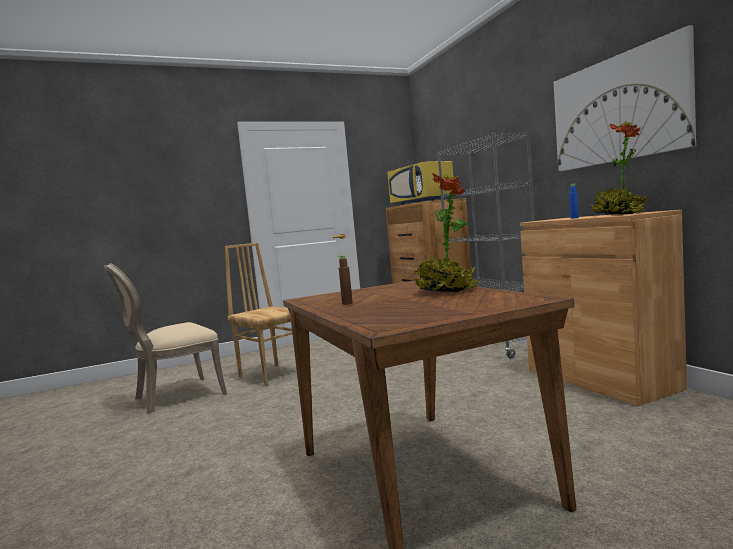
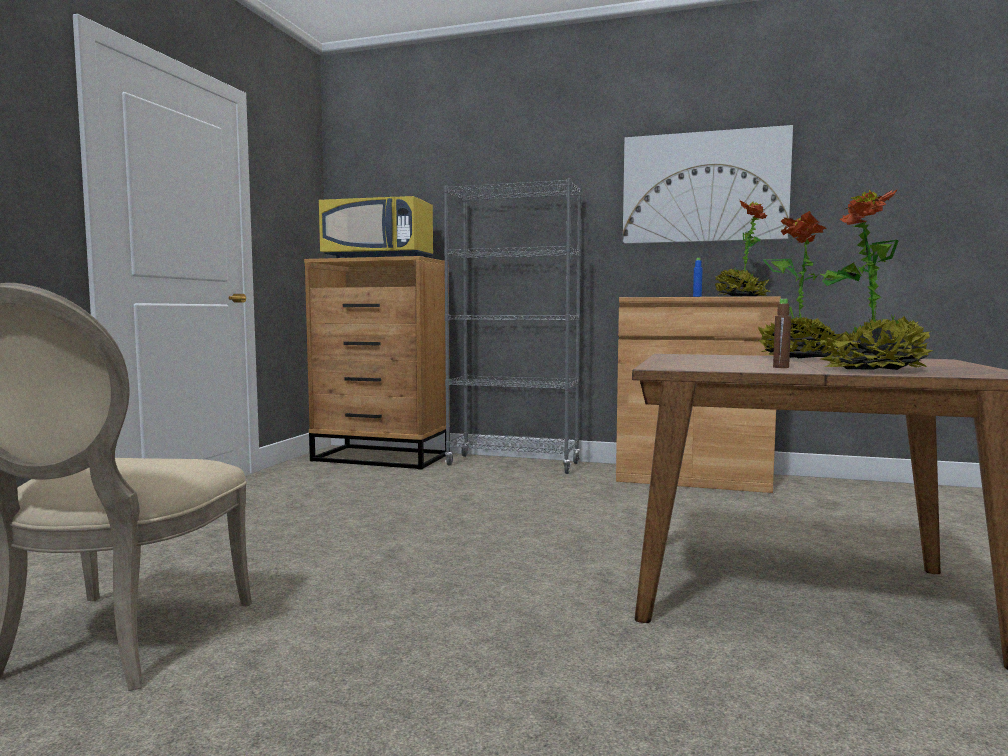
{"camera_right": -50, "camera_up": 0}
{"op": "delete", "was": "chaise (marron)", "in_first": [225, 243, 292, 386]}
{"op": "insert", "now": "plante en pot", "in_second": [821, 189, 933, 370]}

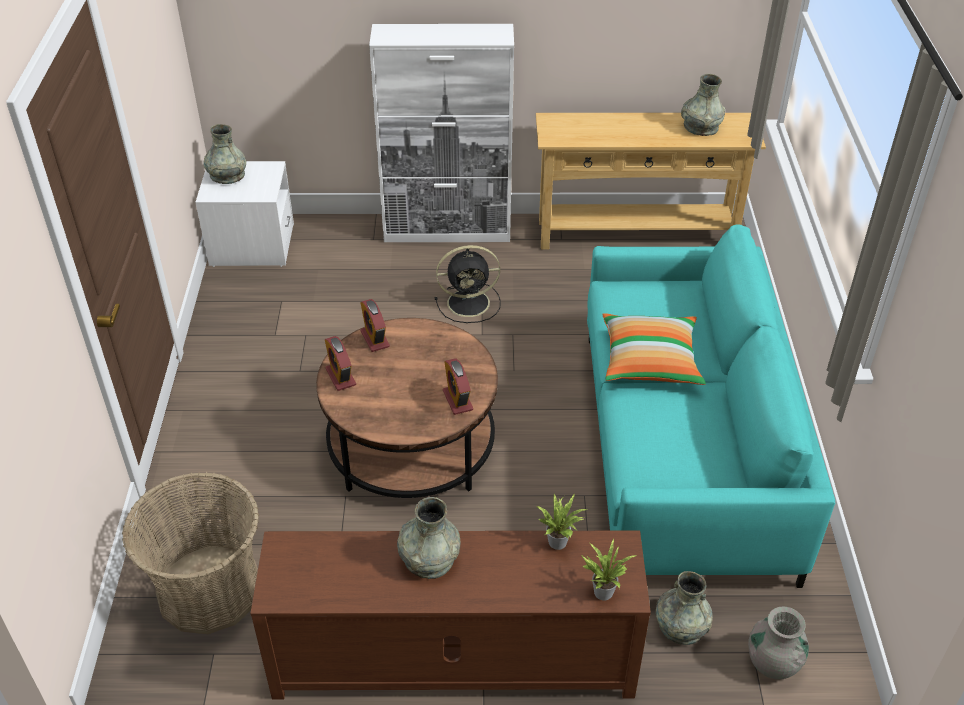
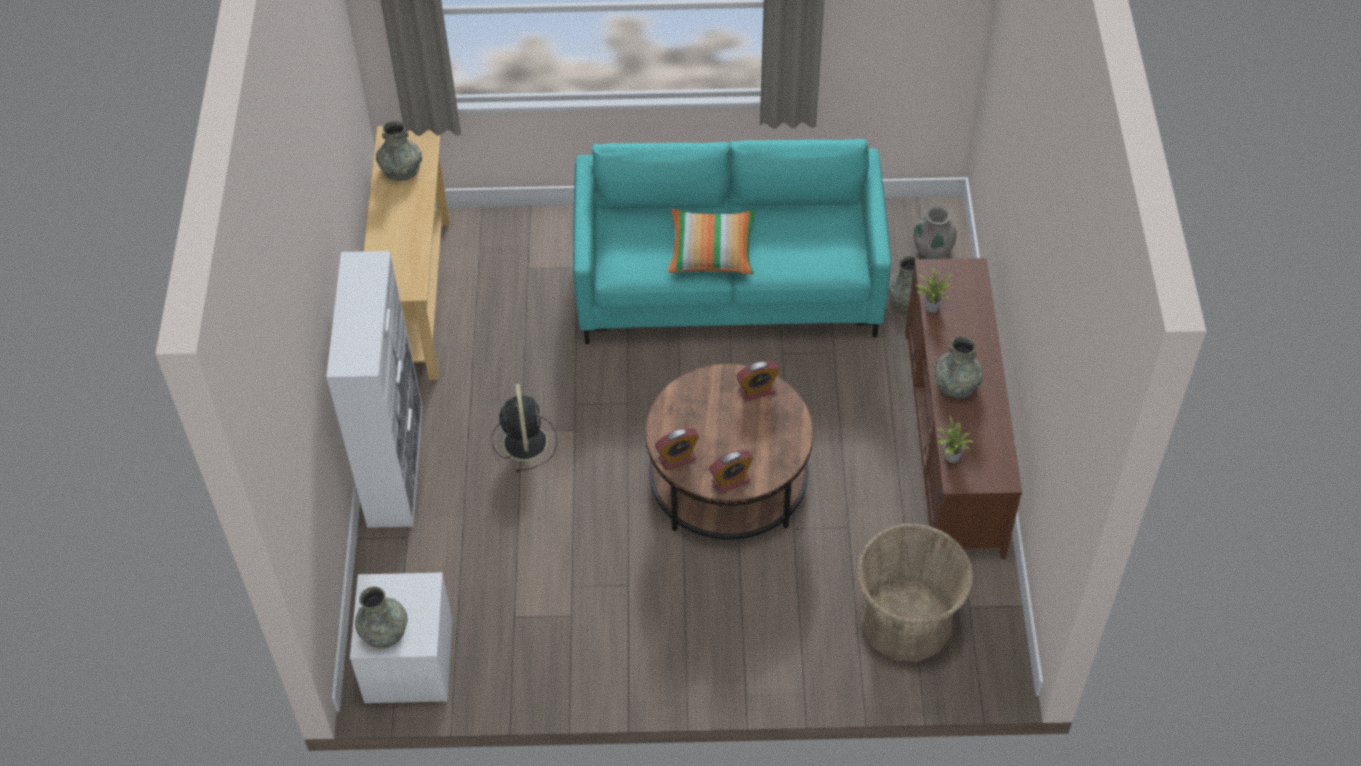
{"camera_right": -90, "camera_up": 10}
{"op": "move", "was": "plante en pot", "in_first": [581, 539, 637, 601], "in_second": [935, 414, 973, 463]}

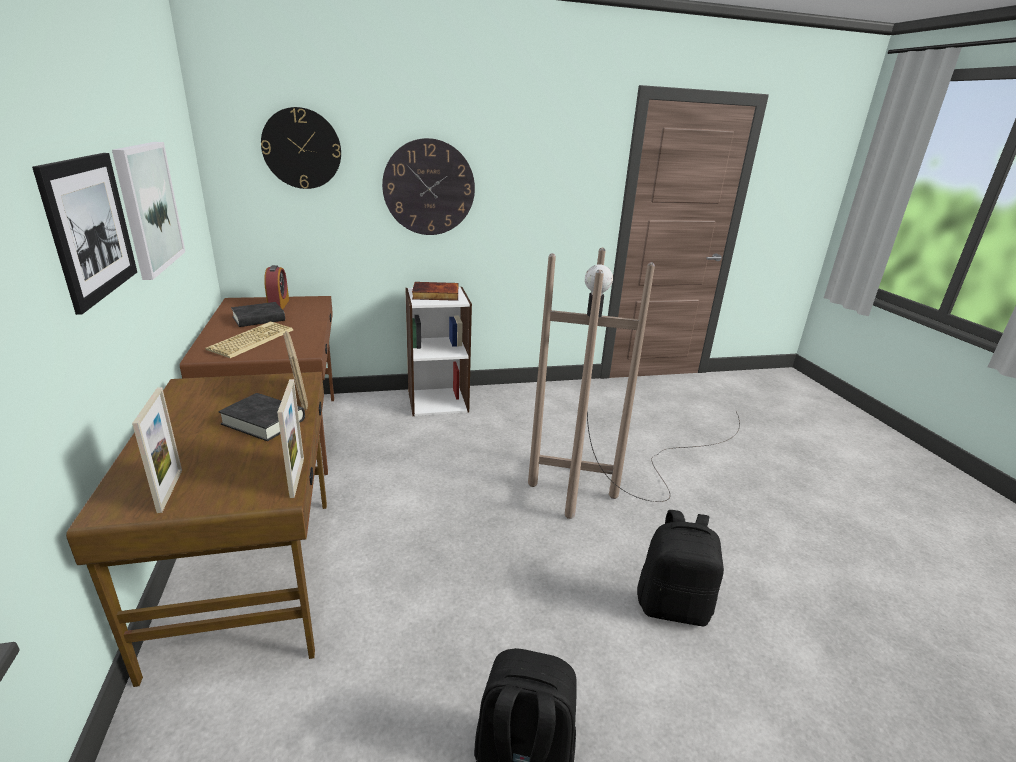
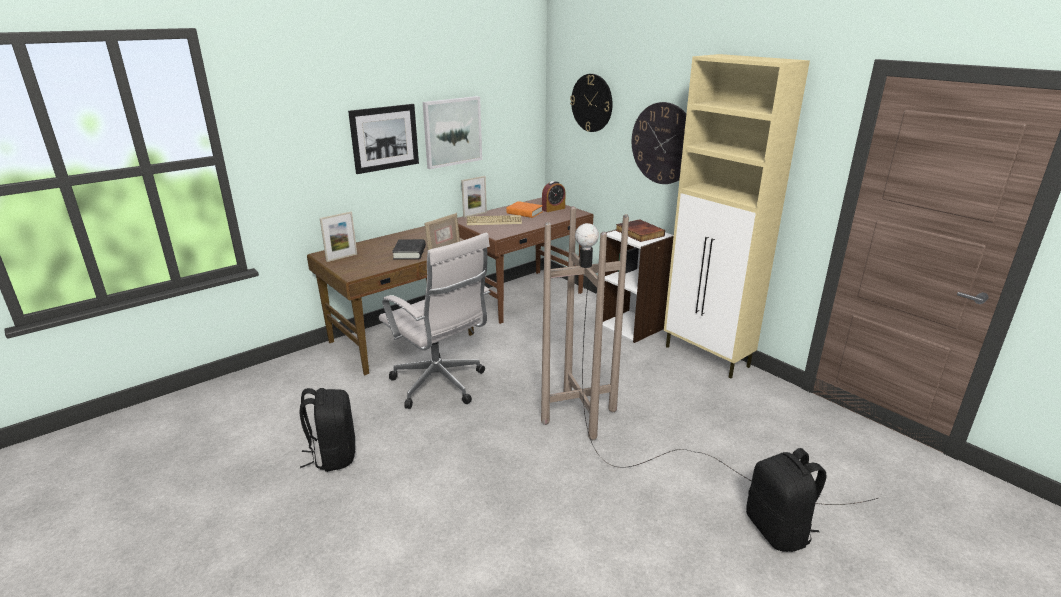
{"camera_right": 65, "camera_up": 0}
{"op": "recolor", "was": "livre (noir)", "now": "livre (orange)", "in_first": [231, 302, 285, 327], "in_second": [506, 201, 543, 218]}
{"op": "move", "was": "cadre photo", "in_first": [277, 379, 304, 498], "in_second": [461, 176, 487, 218]}
{"op": "move", "was": "sac à dos (noir)", "in_first": [637, 510, 724, 626], "in_second": [746, 448, 826, 552]}
{"op": "insert", "now": "chaise de bureau (blanc)", "in_second": [379, 233, 490, 409]}
{"op": "insert", "now": "meuble de rangement (beige)", "in_second": [664, 54, 810, 379]}

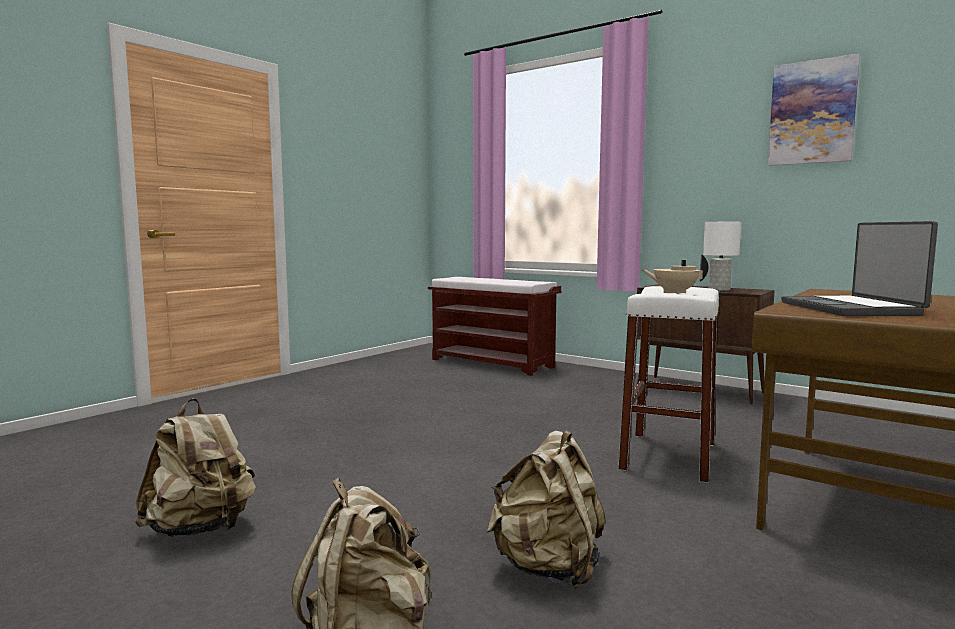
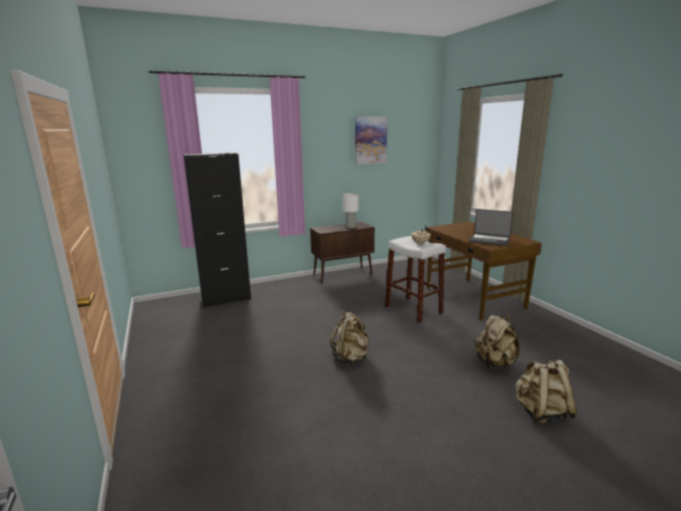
{"camera_right": -60, "camera_up": 10}
{"op": "move", "was": "sac à dos (beige)", "in_first": [135, 398, 256, 537], "in_second": [330, 310, 369, 366]}
{"op": "replace", "was": "banc (marron)", "now": "meuble de rangement (noir)", "in_first": [428, 277, 562, 376], "in_second": [183, 153, 251, 308]}

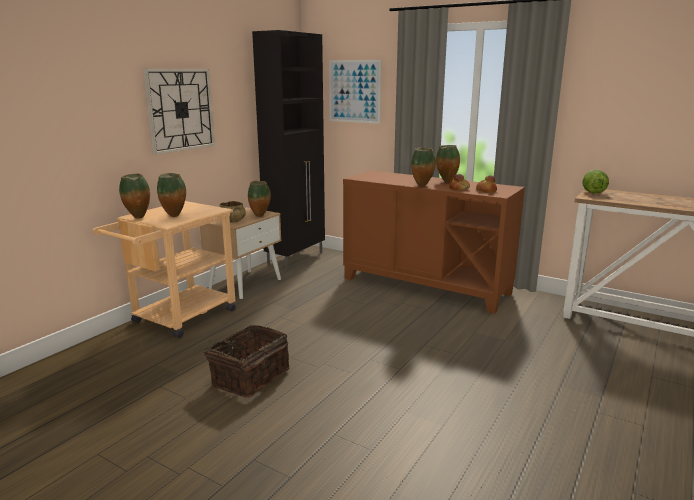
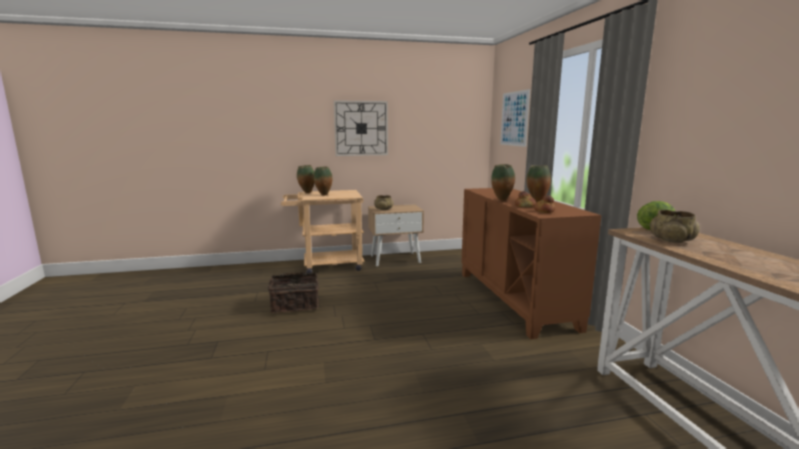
{"camera_right": 45, "camera_up": -5}
{"op": "delete", "was": "vase", "in_first": [248, 181, 271, 217]}
{"op": "delete", "was": "meuble de rangement (noir)", "in_first": [252, 30, 325, 270]}
{"op": "insert", "now": "bol (beige)", "in_second": [650, 210, 700, 243]}

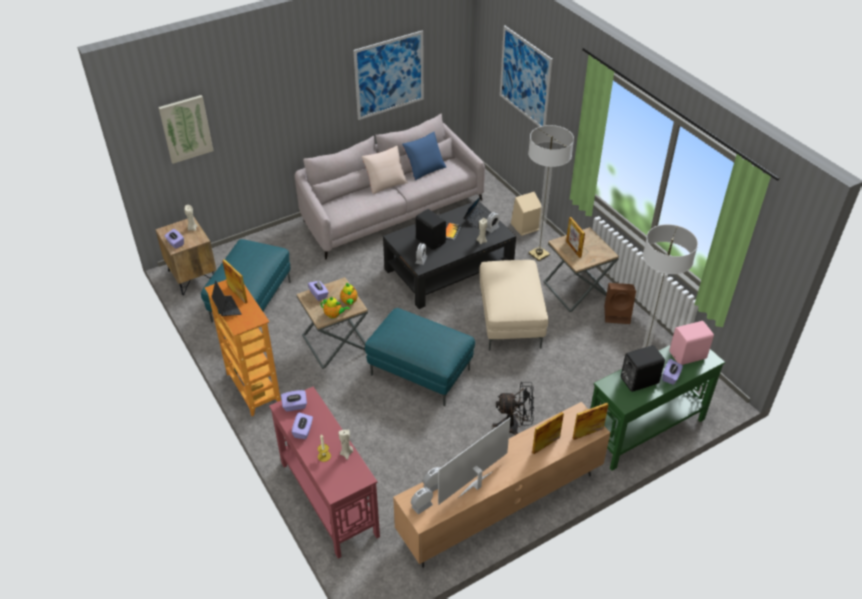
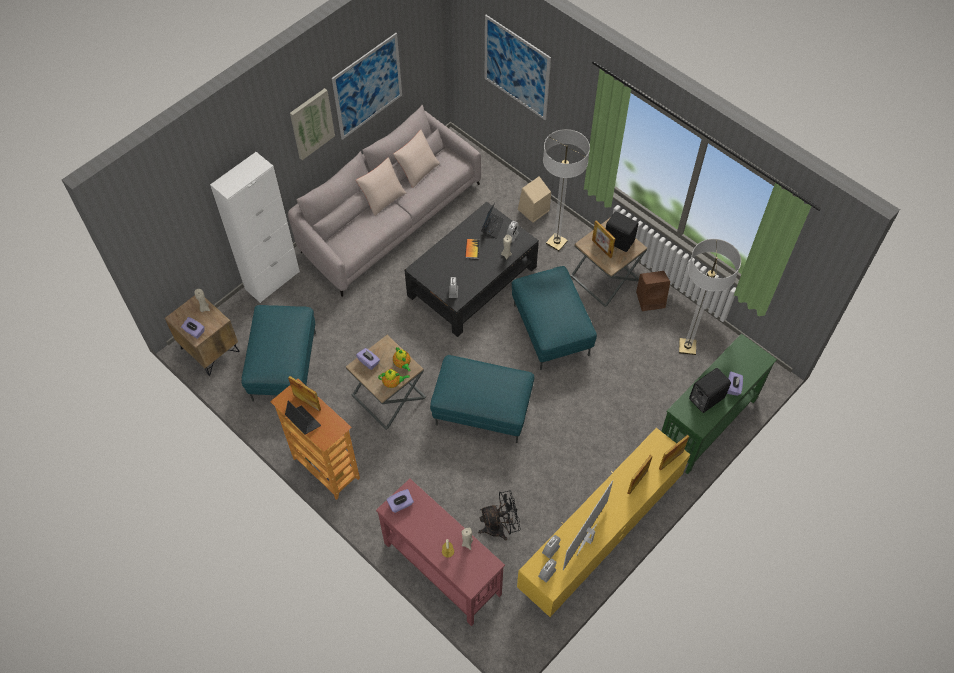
{"camera_right": -15, "camera_up": 15}
{"op": "move", "was": "tableau", "in_first": [158, 95, 214, 164], "in_second": [290, 88, 335, 160]}
{"op": "delete", "was": "boîte à mouchoirs (violet)", "in_first": [292, 413, 313, 439]}
{"op": "recolor", "was": "meuble télé (marron)", "now": "meuble télé (jaune)", "in_first": [393, 402, 611, 568], "in_second": [517, 428, 691, 617]}
{"op": "recolor", "was": "coussin (bleu)", "now": "coussin (beige)", "in_first": [402, 132, 446, 180], "in_second": [393, 130, 440, 188]}
{"op": "move", "was": "enceinte (noir)", "in_first": [415, 209, 446, 250], "in_second": [606, 211, 639, 252]}
{"op": "recolor", "was": "pouf (beige)", "now": "pouf (turquoise)", "in_first": [480, 260, 548, 351], "in_second": [511, 266, 597, 370]}
{"op": "move", "was": "ventilateur (noir)", "in_first": [492, 382, 534, 435], "in_second": [478, 491, 521, 541]}
{"op": "delete", "was": "enceinte (rose)", "in_first": [670, 321, 714, 365]}
{"op": "insert", "now": "meuble de rangement (blanc)", "in_second": [210, 152, 300, 303]}

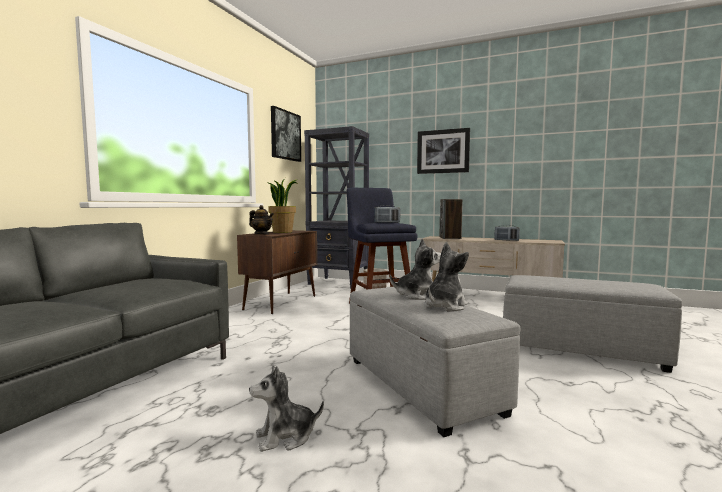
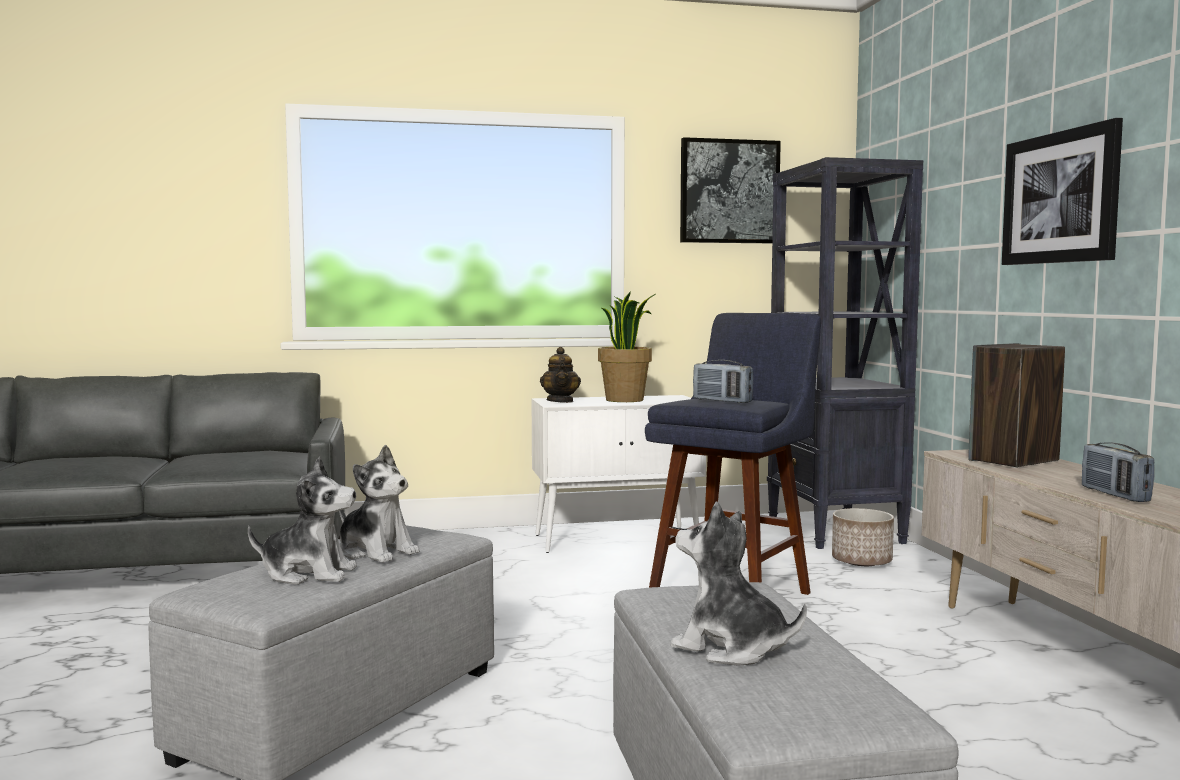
{"camera_right": 55, "camera_up": 0}
{"op": "recolor", "was": "meuble de rangement (marron)", "now": "meuble de rangement (blanc)", "in_first": [237, 230, 317, 314], "in_second": [532, 395, 706, 553]}
{"op": "move", "was": "peluche", "in_first": [249, 366, 324, 452], "in_second": [670, 502, 807, 666]}

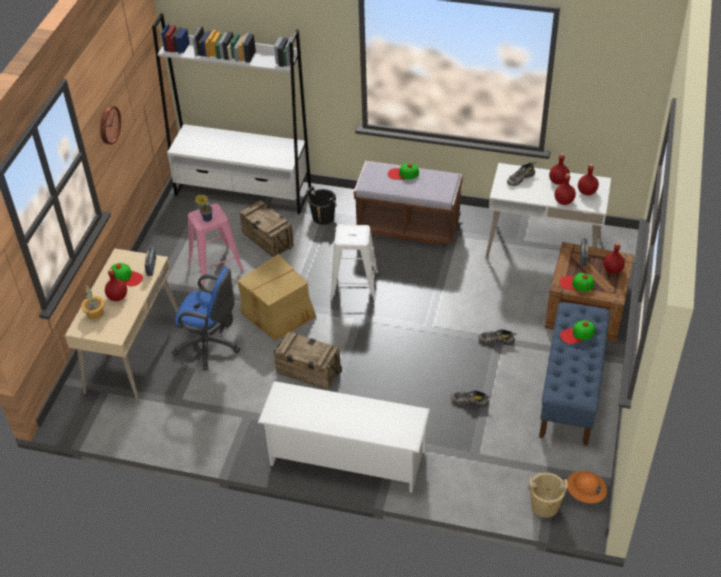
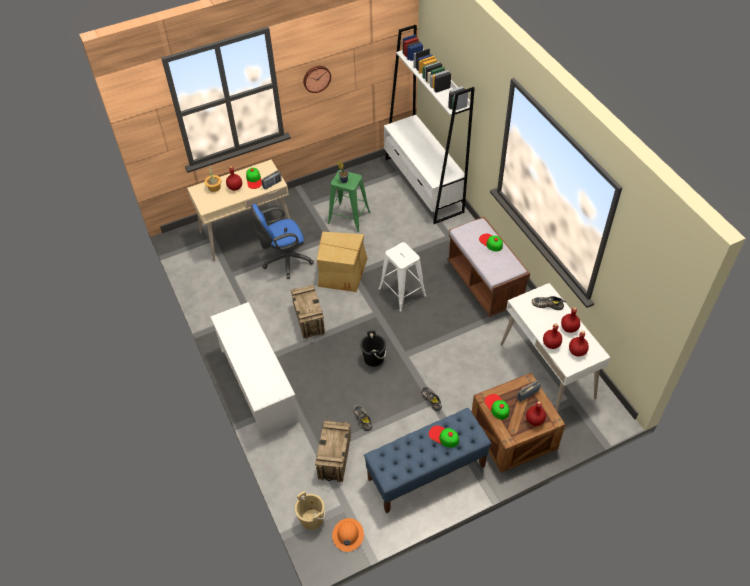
{"camera_right": 50, "camera_up": 5}
{"op": "rotate", "was": "chaise de bureau (bleu)", "in_first": [172, 268, 241, 371], "in_second": [251, 204, 314, 279], "clockwise": 90}
{"op": "recolor", "was": "tabouret (rose)", "now": "tabouret (vert)", "in_first": [188, 203, 244, 286], "in_second": [328, 170, 370, 232]}
{"op": "move", "was": "caisse", "in_first": [239, 200, 294, 257], "in_second": [315, 420, 351, 482]}
{"op": "move", "was": "seau (noir)", "in_first": [308, 186, 337, 225], "in_second": [360, 330, 386, 367]}

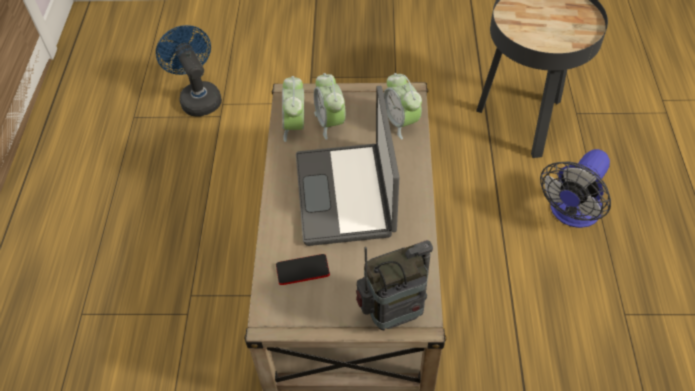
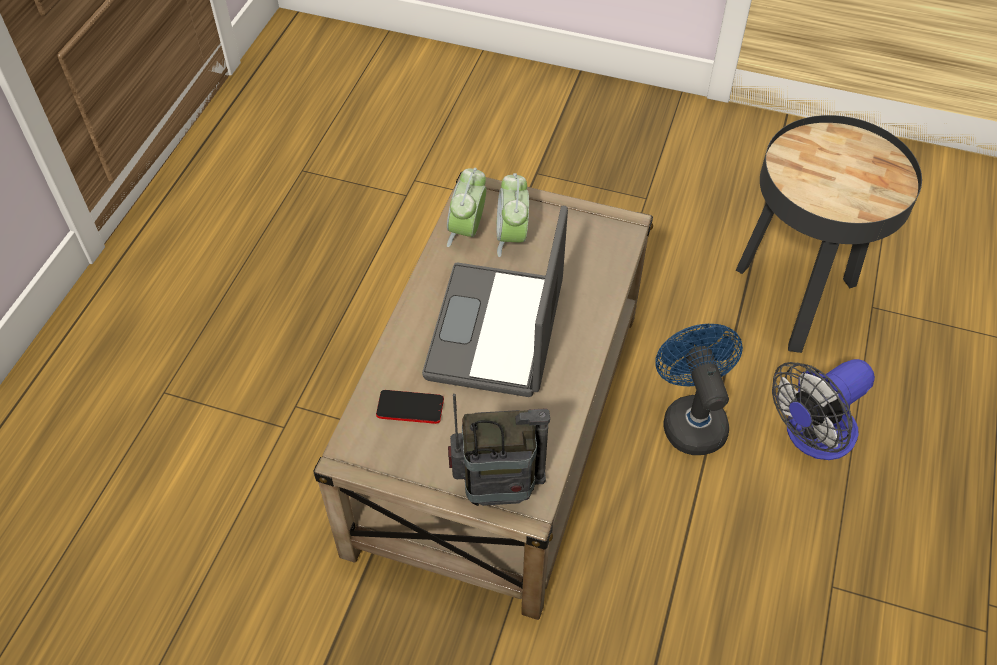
{"camera_right": 15, "camera_up": 0}
{"op": "move", "was": "ventilateur (bleu)", "in_first": [156, 25, 222, 117], "in_second": [655, 324, 743, 455]}
{"op": "delete", "was": "réveil", "in_first": [384, 73, 422, 140]}

